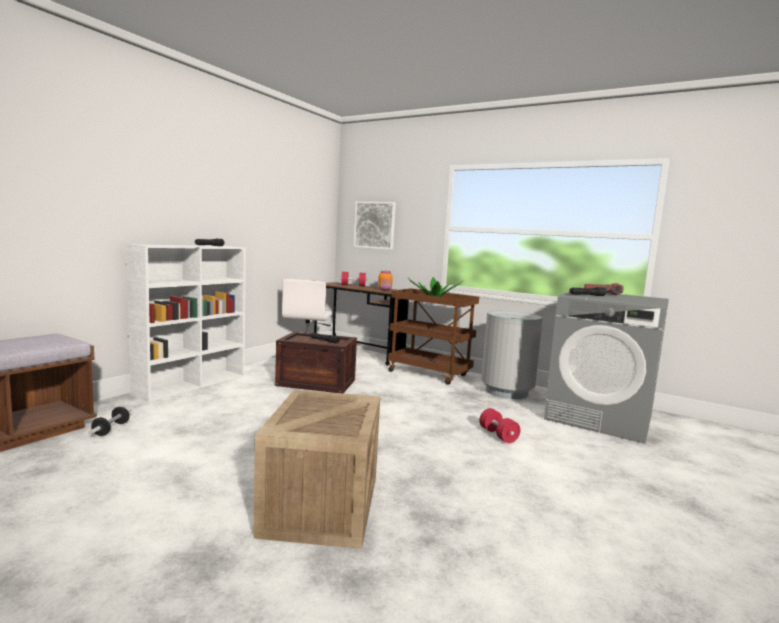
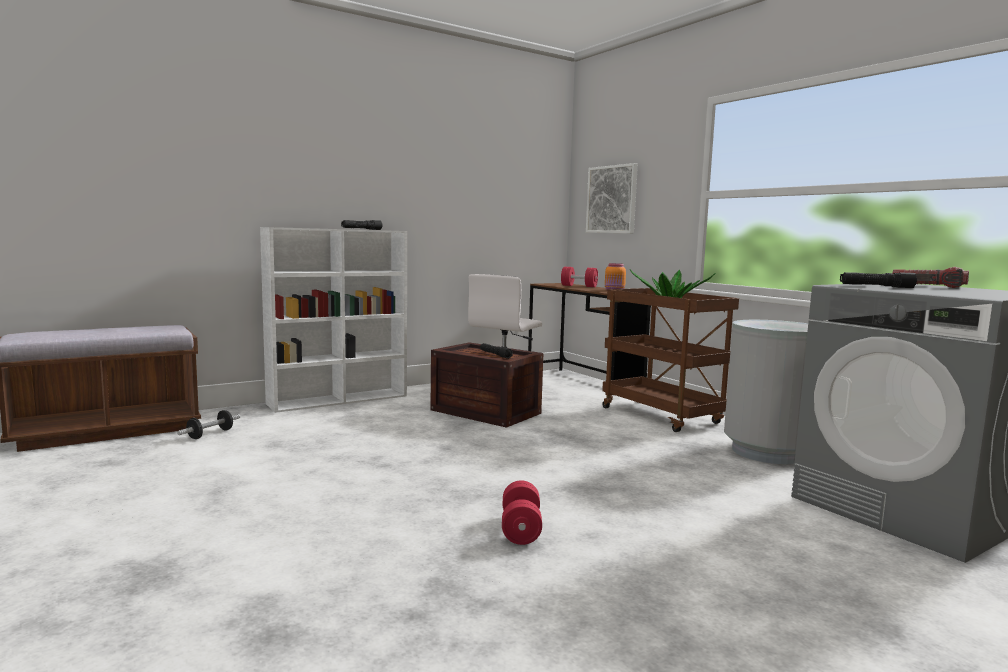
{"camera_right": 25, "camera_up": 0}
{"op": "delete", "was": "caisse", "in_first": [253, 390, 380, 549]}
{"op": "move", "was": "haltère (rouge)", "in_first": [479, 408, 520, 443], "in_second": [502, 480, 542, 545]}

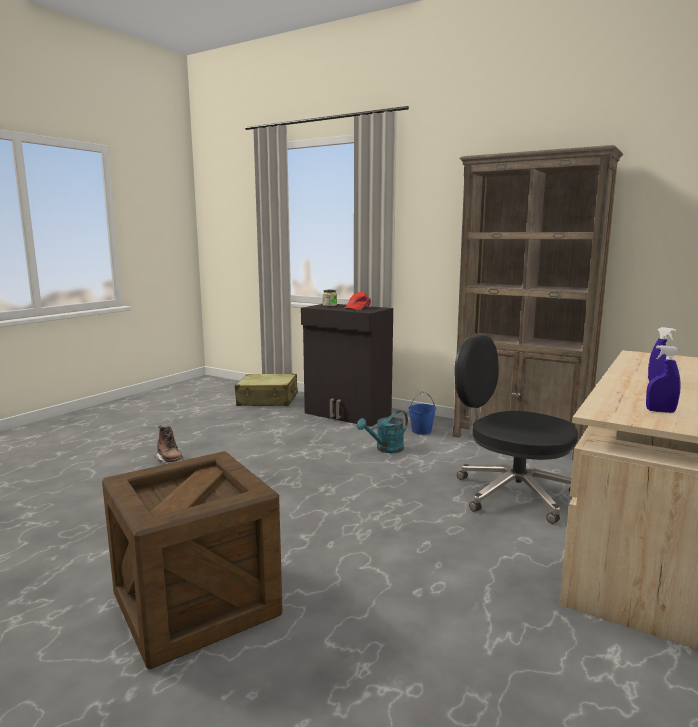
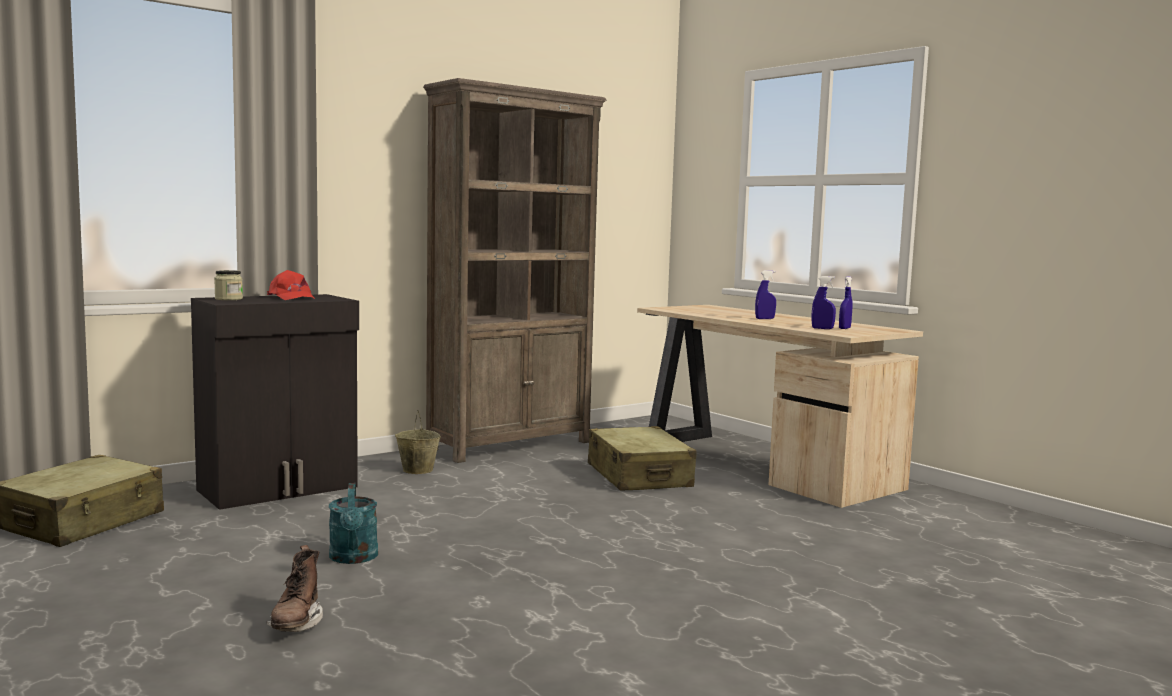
{"camera_right": -70, "camera_up": -5}
{"op": "delete", "was": "caisse", "in_first": [102, 451, 283, 669]}
{"op": "rotate", "was": "botte (marron)", "in_first": [154, 426, 184, 463], "in_second": [267, 545, 323, 632], "clockwise": 105}
{"op": "move", "was": "arrosoir (turquoise)", "in_first": [356, 411, 408, 453], "in_second": [329, 483, 378, 564]}
{"op": "recolor", "was": "seau (bleu)", "now": "seau (beige)", "in_first": [408, 391, 436, 435], "in_second": [395, 411, 441, 474]}
{"op": "replace", "was": "chaise de bureau (noir)", "now": "valise (beige)", "in_first": [454, 336, 578, 524], "in_second": [588, 426, 697, 491]}
{"op": "insert", "now": "vaporisateur (bleu)", "in_second": [811, 276, 836, 329]}

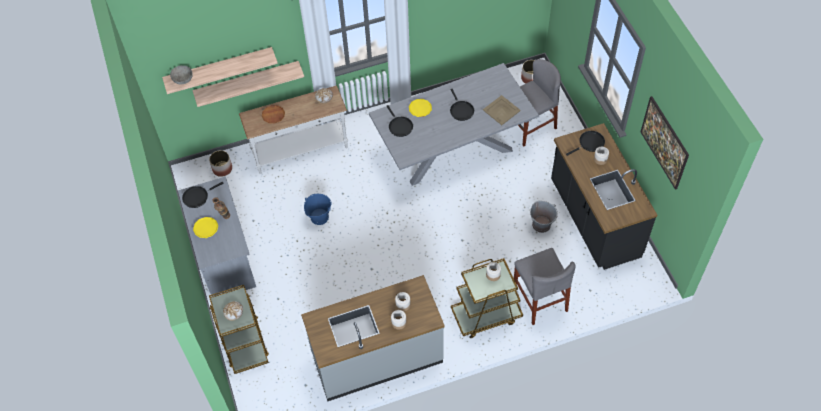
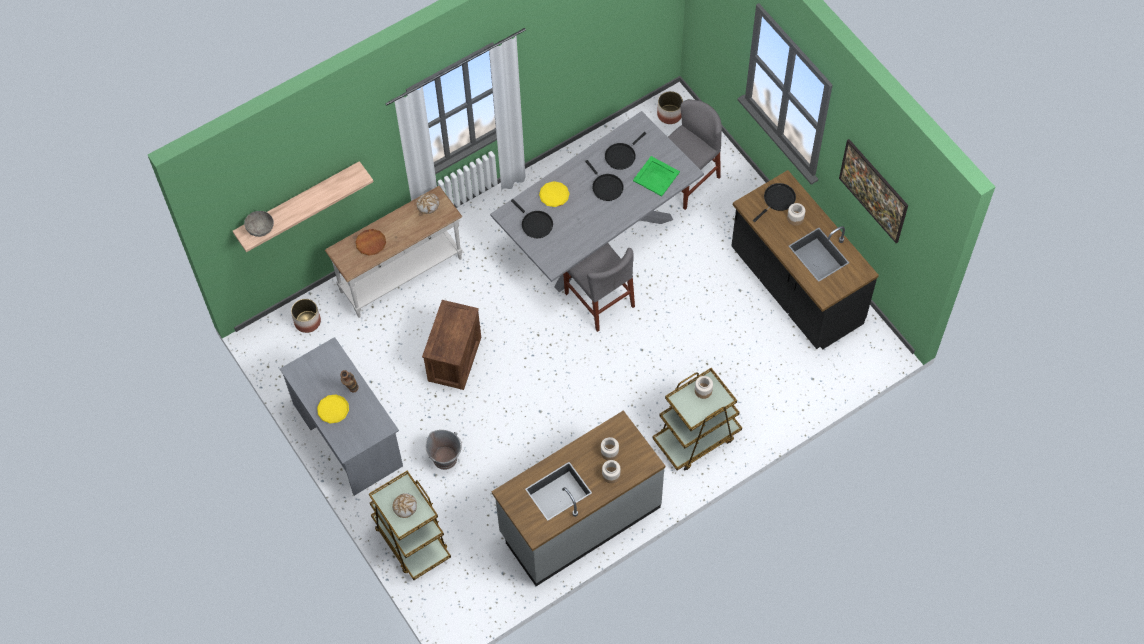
{"camera_right": -15, "camera_up": 5}
{"op": "move", "was": "poêle (noir)", "in_first": [182, 182, 224, 208], "in_second": [605, 132, 646, 170]}
{"op": "delete", "was": "étagère", "in_first": [192, 61, 304, 107]}
{"op": "replace", "was": "seau (bleu)", "now": "caisse", "in_first": [304, 194, 332, 225], "in_second": [422, 300, 481, 390]}
{"op": "recolor", "was": "plateau (beige)", "now": "plateau (vert)", "in_first": [483, 95, 521, 125], "in_second": [633, 156, 680, 196]}
{"op": "move", "was": "chaise (gris)", "in_first": [514, 248, 576, 325], "in_second": [563, 243, 635, 332]}
{"op": "move", "was": "seau (gris)", "in_first": [530, 201, 558, 233], "in_second": [426, 430, 462, 470]}

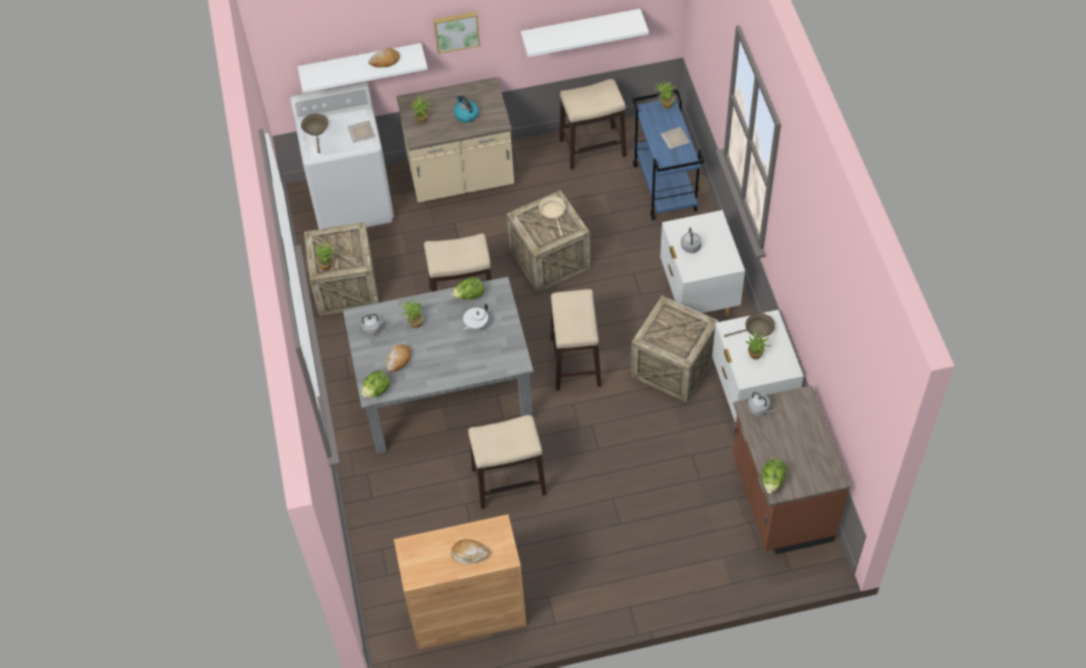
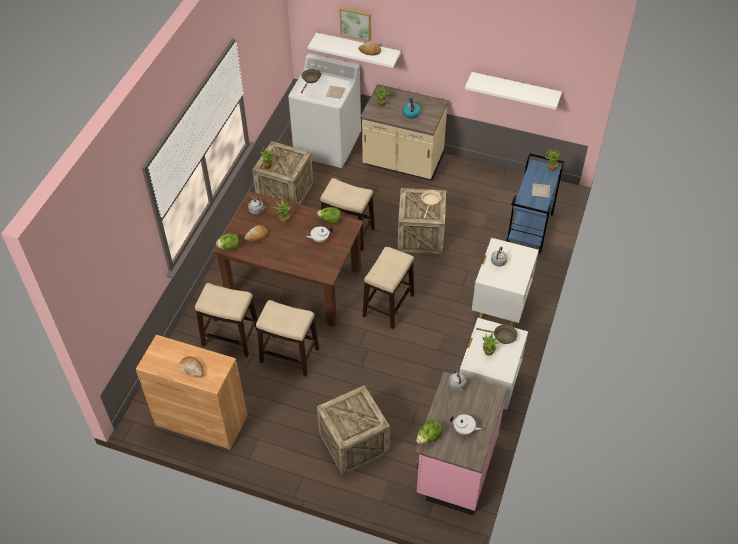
{"camera_right": 30, "camera_up": -5}
{"op": "recolor", "was": "table à manger (gris)", "now": "table à manger (marron)", "in_first": [343, 277, 534, 454], "in_second": [213, 191, 364, 327]}
{"op": "move", "was": "tableau", "in_first": [434, 12, 480, 54], "in_second": [340, 7, 371, 42]}
{"op": "move", "was": "tabouret", "in_first": [559, 79, 626, 170], "in_second": [195, 283, 258, 357]}
{"op": "move", "was": "caisse", "in_first": [631, 296, 719, 402], "in_second": [317, 385, 390, 475]}
{"op": "recolor", "was": "comptoir de cuisine (marron)", "now": "comptoir de cuisine (rose)", "in_first": [732, 385, 851, 554], "in_second": [415, 371, 507, 515]}
{"op": "insert", "now": "théière (blanc)", "in_second": [450, 414, 481, 435]}

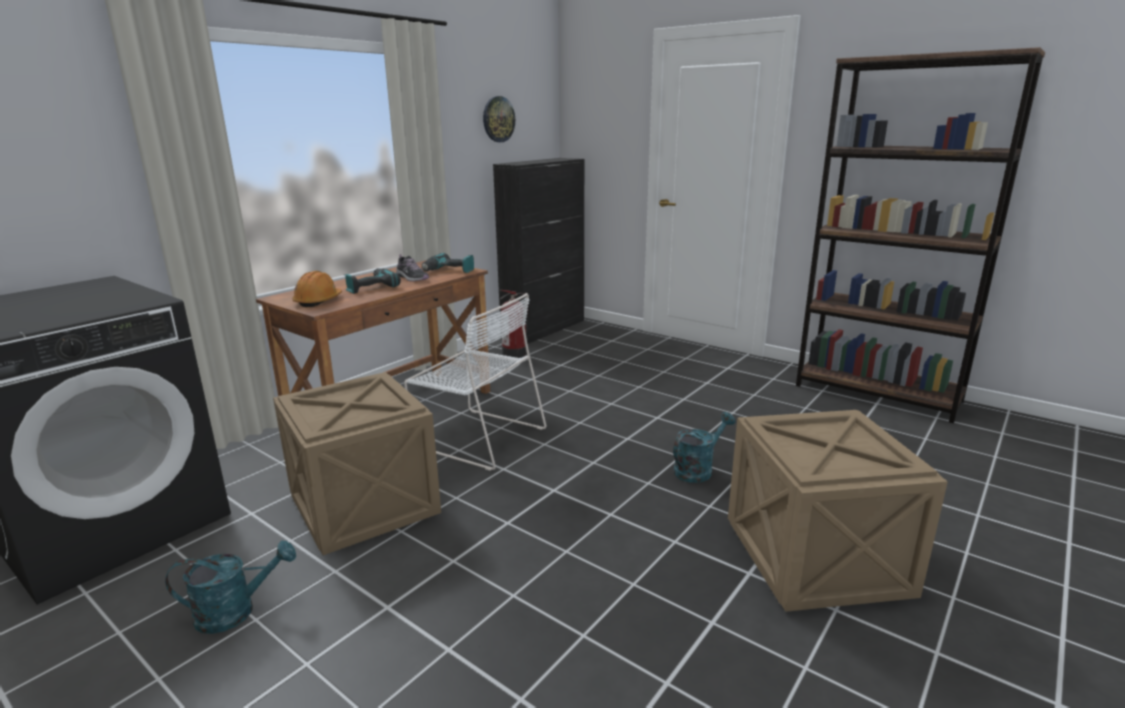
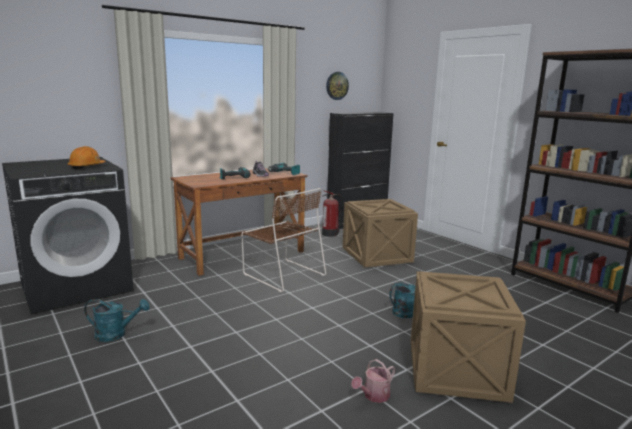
{"camera_right": 15, "camera_up": -5}
{"op": "move", "was": "caisse", "in_first": [273, 372, 441, 555], "in_second": [343, 199, 418, 268]}
{"op": "move", "was": "casque de chantier (orange)", "in_first": [292, 271, 342, 307], "in_second": [67, 146, 106, 169]}
{"op": "recolor", "was": "chaise (blanc)", "now": "chaise (marron)", "in_first": [404, 293, 546, 471], "in_second": [241, 188, 326, 292]}
{"op": "insert", "now": "arrosoir", "in_second": [351, 359, 395, 403]}

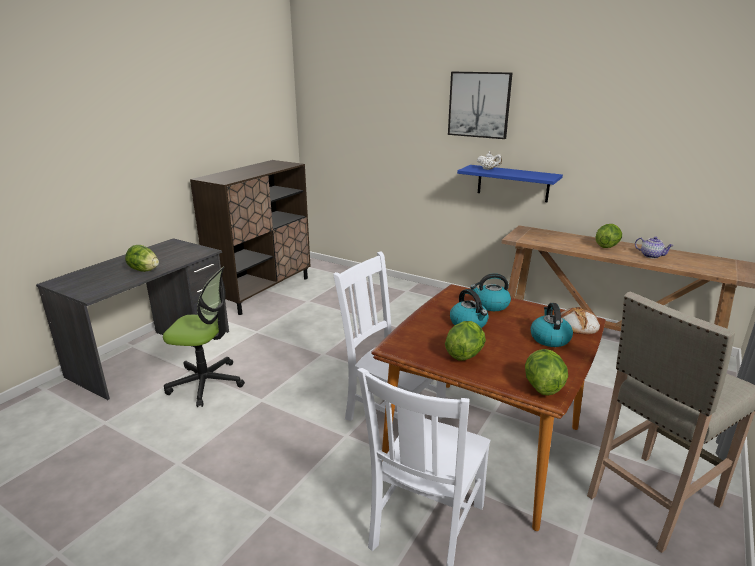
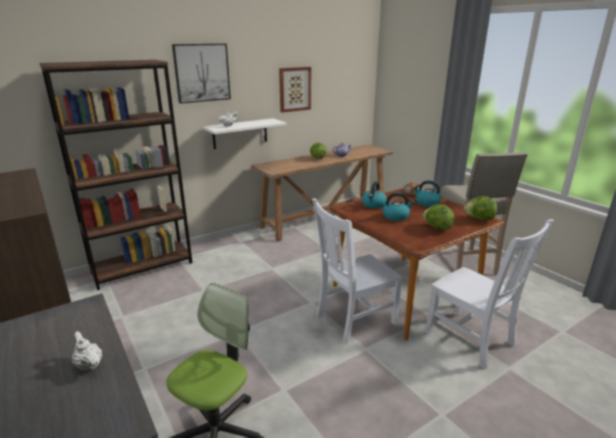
{"camera_right": -65, "camera_up": 0}
{"op": "replace", "was": "laitue", "now": "théière (blanc)", "in_first": [125, 245, 159, 272], "in_second": [72, 332, 102, 371]}
{"op": "recolor", "was": "étagère (bleu)", "now": "étagère (blanc)", "in_first": [457, 165, 563, 202], "in_second": [203, 118, 287, 149]}
{"op": "insert", "now": "bibliothèque (marron)", "in_second": [39, 60, 192, 290]}
{"op": "insert", "now": "tableau", "in_second": [279, 67, 311, 113]}

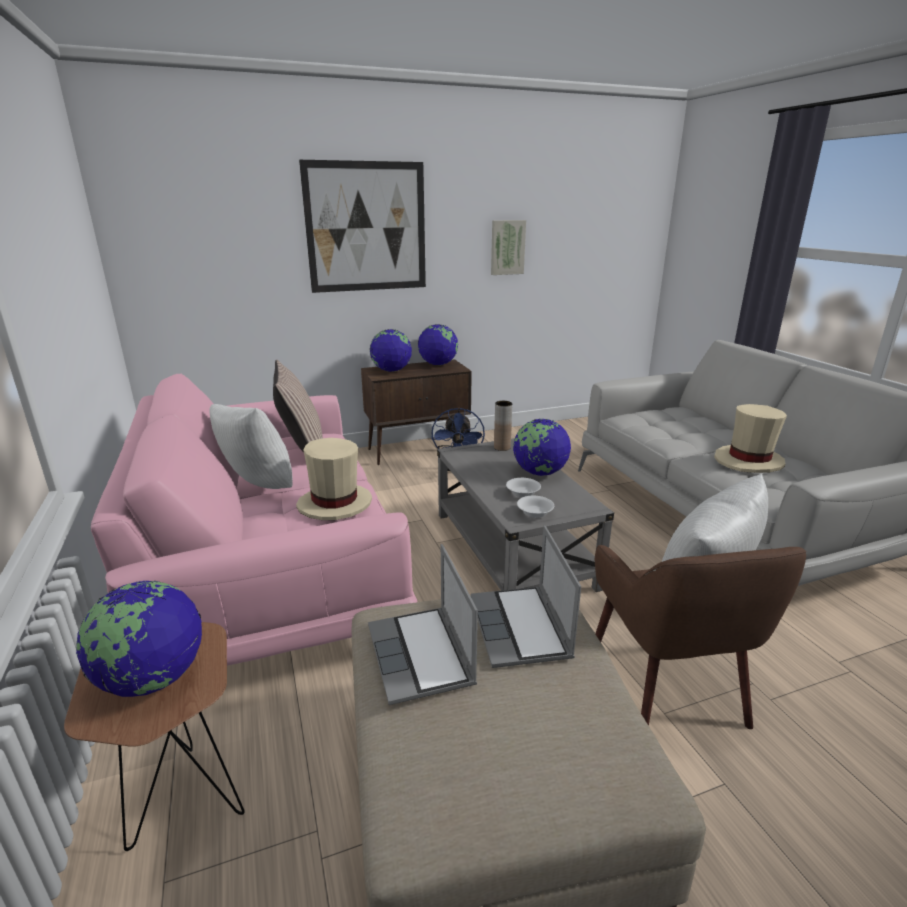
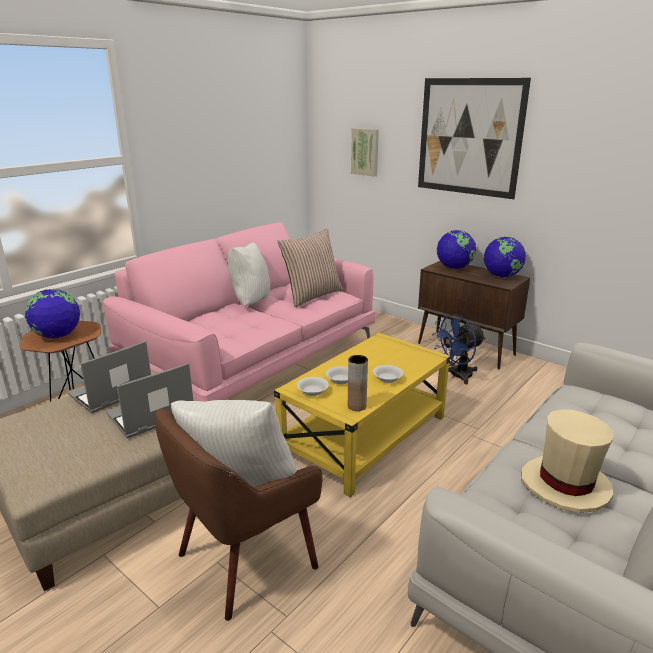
{"camera_right": 60, "camera_up": 0}
{"op": "delete", "was": "chapeau (beige)", "in_first": [296, 438, 372, 520]}
{"op": "recolor", "was": "table basse (gris)", "now": "table basse (jaune)", "in_first": [437, 438, 614, 592], "in_second": [274, 333, 450, 497]}
{"op": "move", "was": "tableau", "in_first": [491, 220, 526, 275], "in_second": [351, 128, 379, 177]}
{"op": "move", "was": "vase (marron)", "in_first": [494, 401, 512, 451], "in_second": [348, 355, 368, 411]}
{"op": "replace", "was": "globe", "now": "bol (blanc)", "in_first": [513, 419, 571, 476], "in_second": [373, 365, 403, 383]}

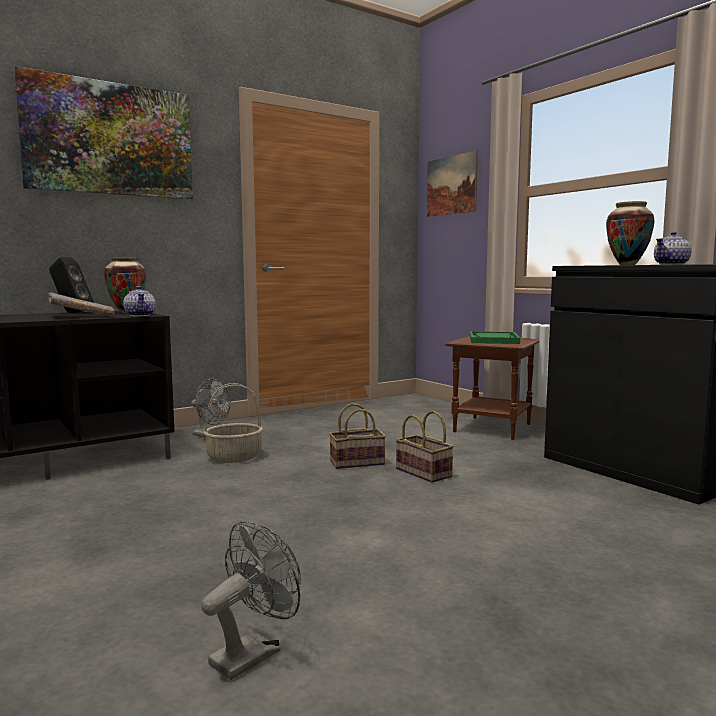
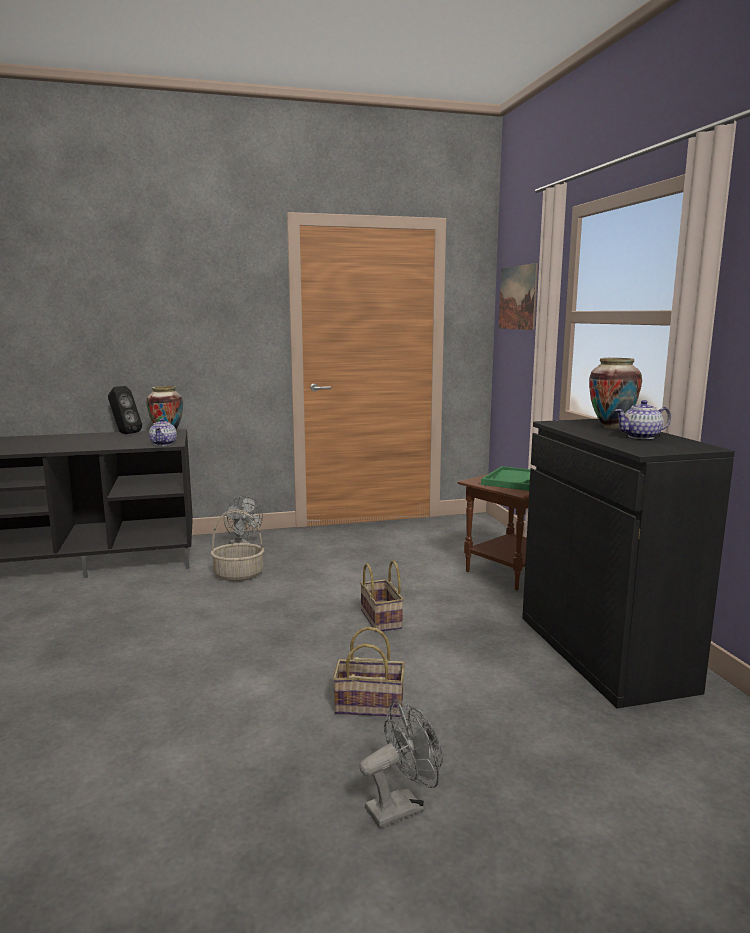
{"camera_right": 20, "camera_up": 5}
{"op": "delete", "was": "tableau", "in_first": [14, 66, 193, 200]}
{"op": "delete", "was": "livre (gris)", "in_first": [48, 292, 116, 317]}
{"op": "move", "was": "ventilateur (gris)", "in_first": [201, 521, 301, 680], "in_second": [360, 700, 443, 828]}
{"op": "move", "was": "panier", "in_first": [329, 403, 386, 469], "in_second": [333, 627, 405, 717]}

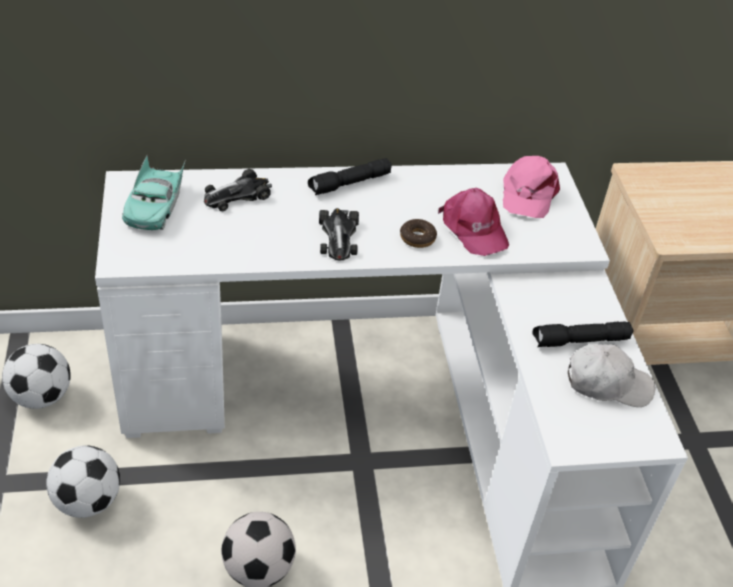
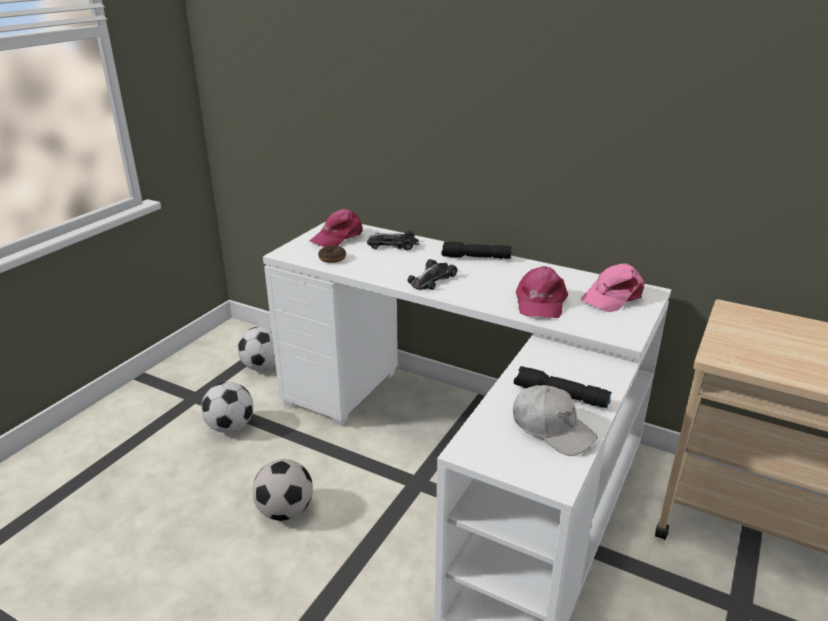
{"camera_right": 40, "camera_up": -15}
{"op": "replace", "was": "petite voiture (turquoise)", "now": "casquette (rose)", "in_first": [122, 155, 186, 230], "in_second": [310, 208, 363, 247]}
{"op": "move", "was": "beignet", "in_first": [400, 219, 437, 248], "in_second": [318, 246, 346, 263]}

